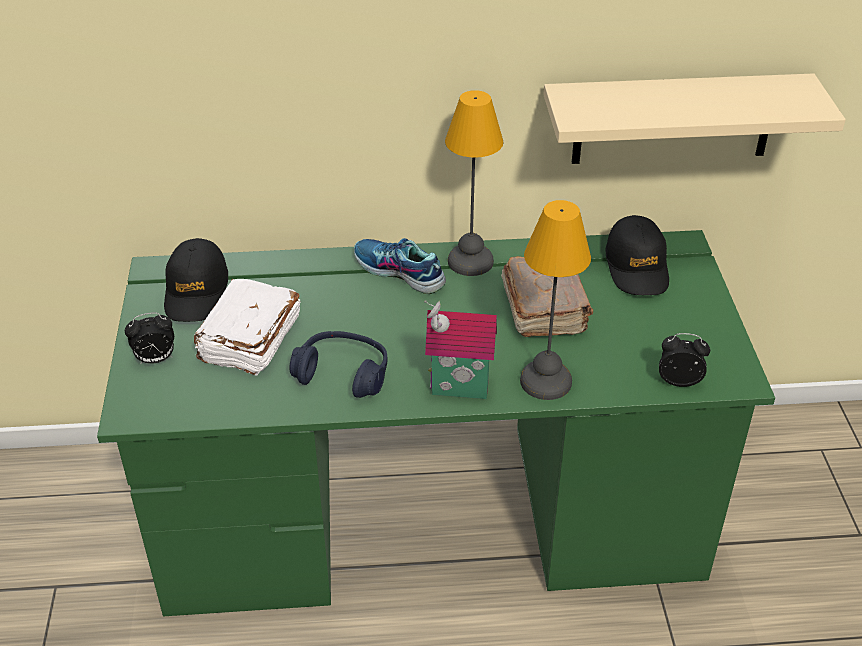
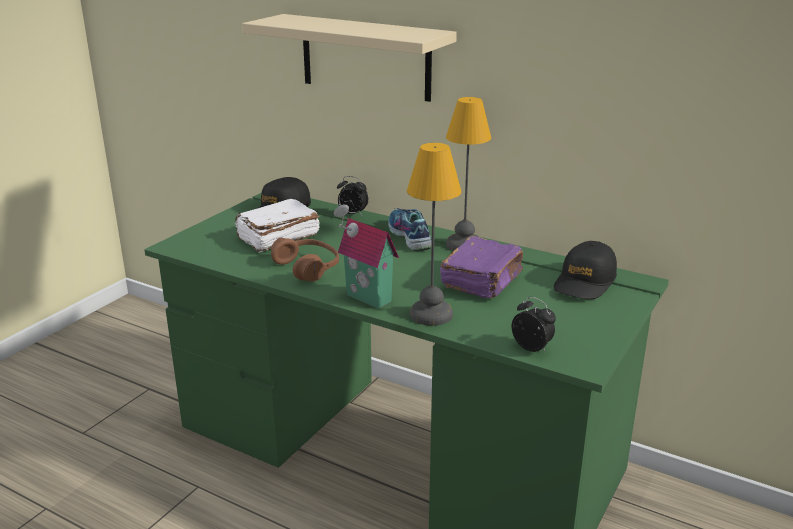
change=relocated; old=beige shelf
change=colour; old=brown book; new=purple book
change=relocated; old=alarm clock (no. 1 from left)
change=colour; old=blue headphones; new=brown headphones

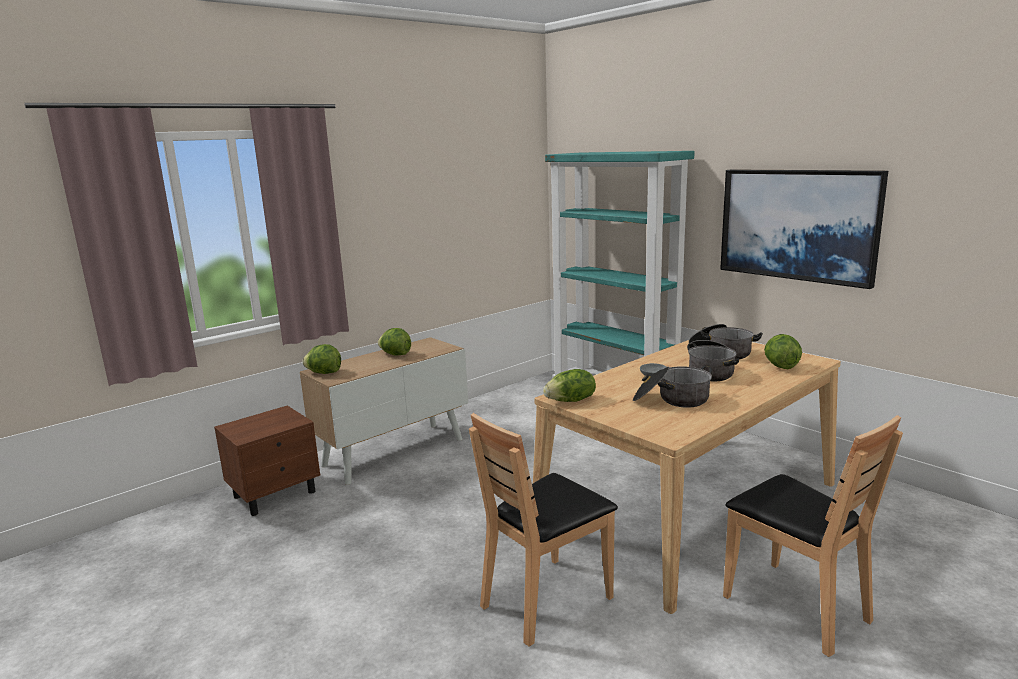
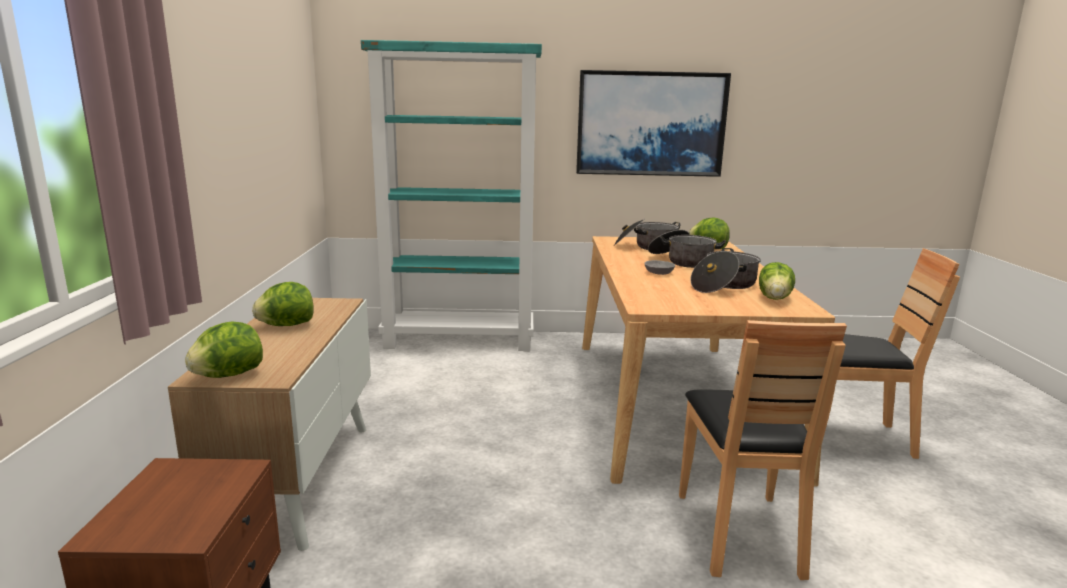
change=relocated; old=lettuce (no. 3 from left in the first image); new=lettuce (no. 4 from left)

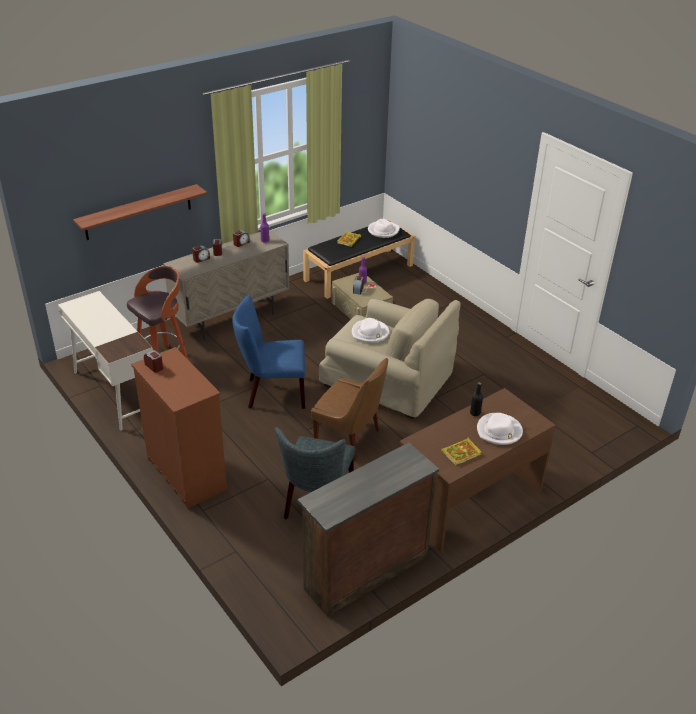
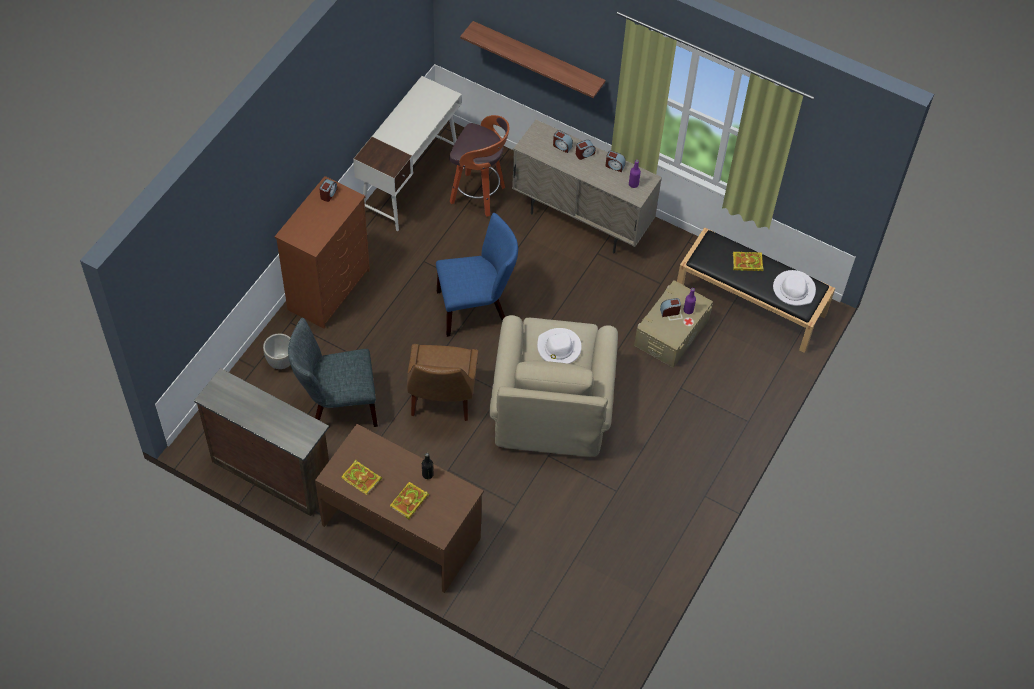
change=spun; old=blue chair; degrees=105
change=exchanged; old=white hat (no. 3 from left); new=book (no. 2 from left)
change=appeared; new=planter

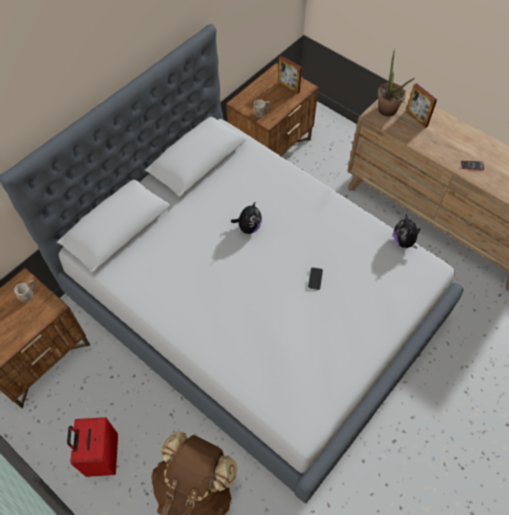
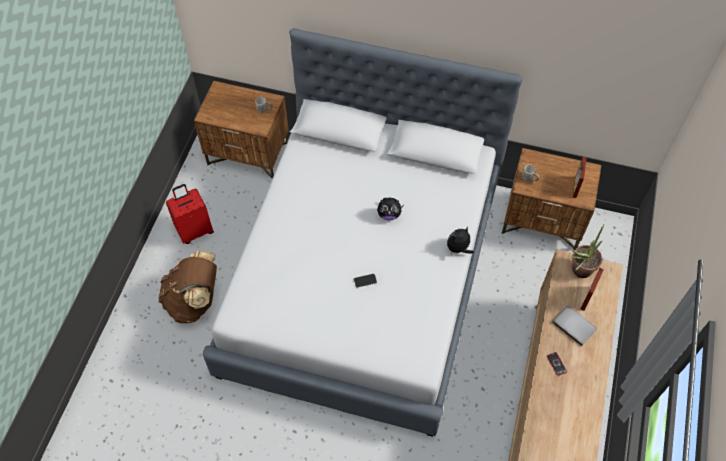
change=relocated; old=plush toy (no. 2 from left)
change=appeared; new=grey book

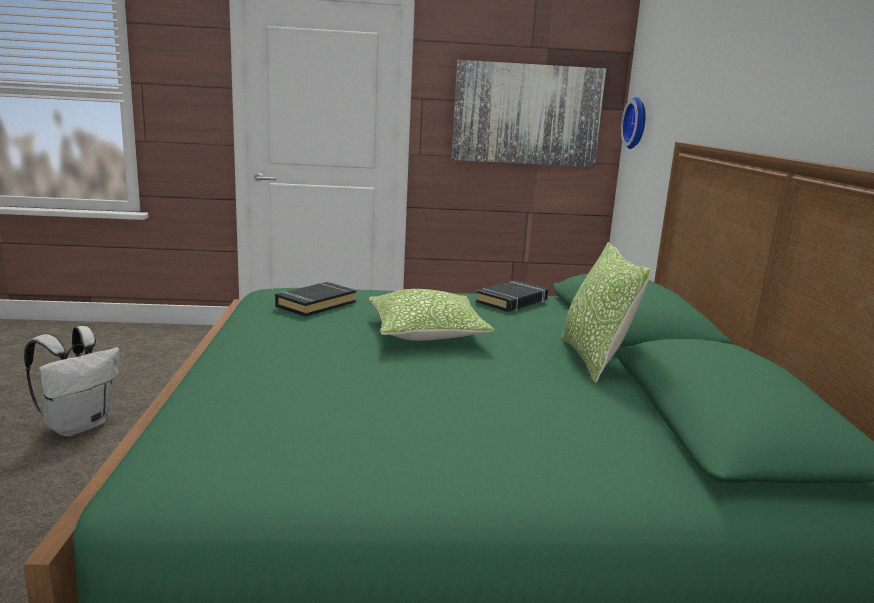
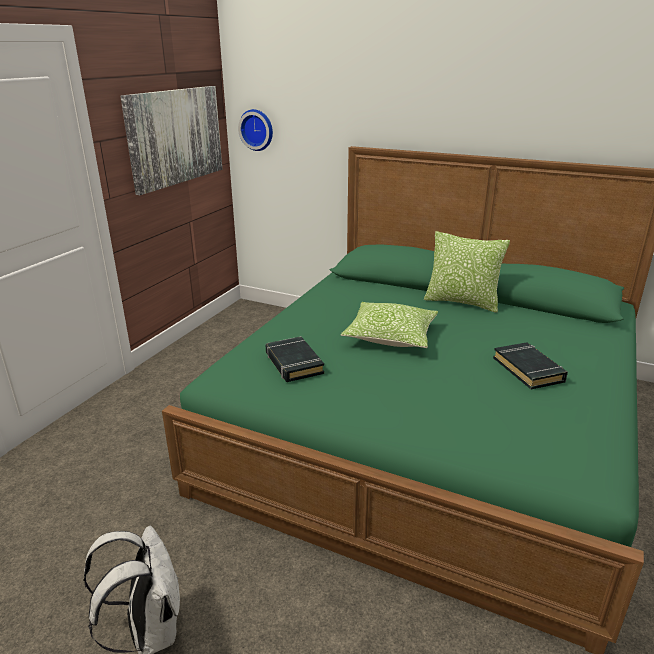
change=relocated; old=black book (no. 2 from left)

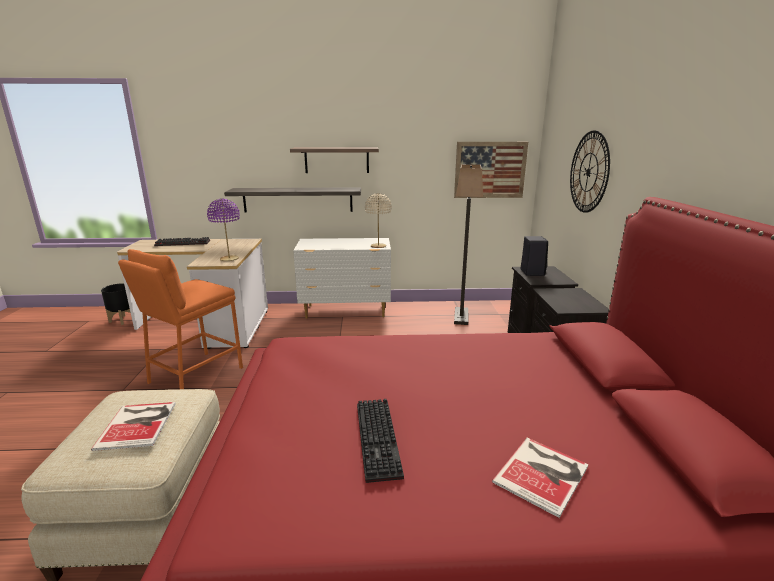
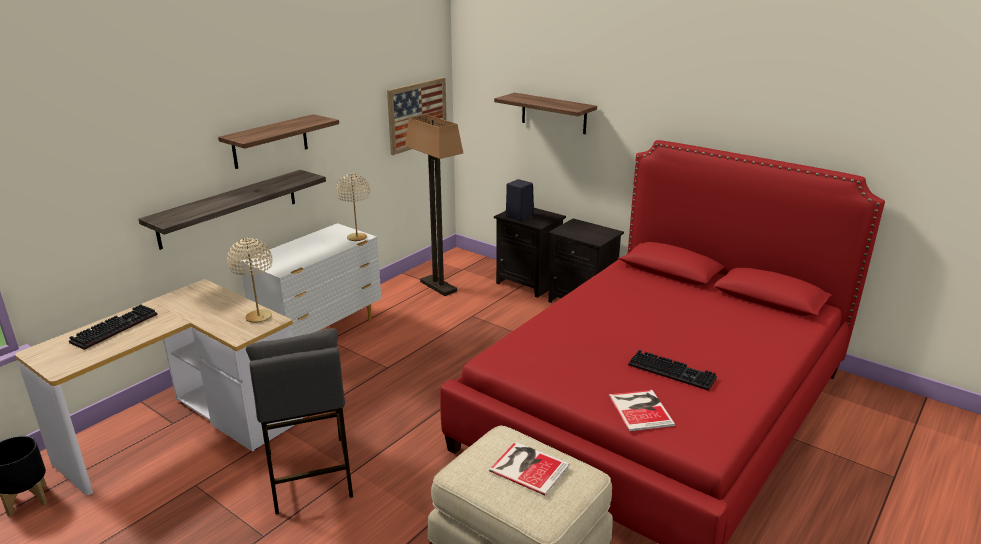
change=exchanged; old=wall clock; new=shelf (no. 3 from left)
change=colour; old=purple table lamp; new=beige table lamp (no. 1 from left)
change=colour; old=orange stool; new=grey stool
change=relocated; old=book (no. 2 from left)

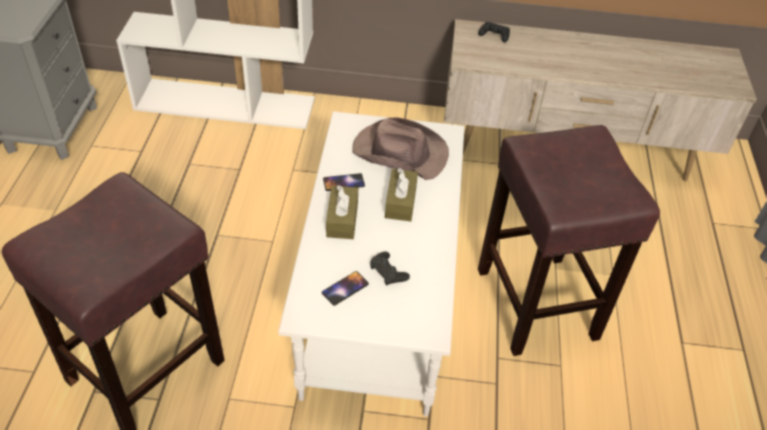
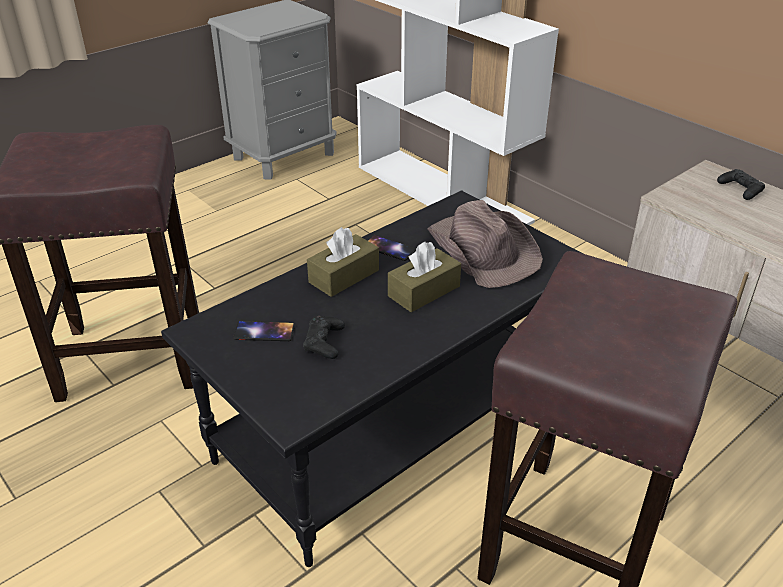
change=colour; old=white coffee table; new=black coffee table

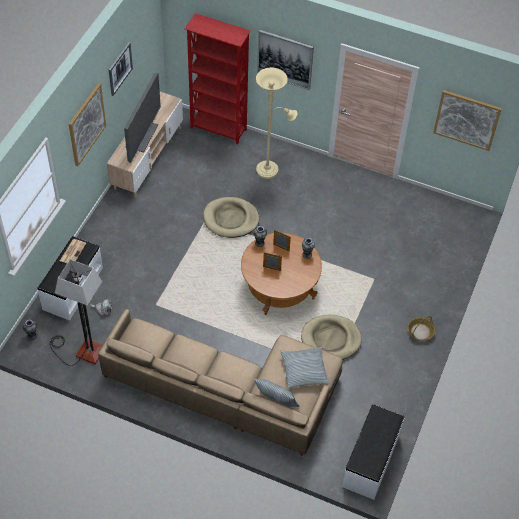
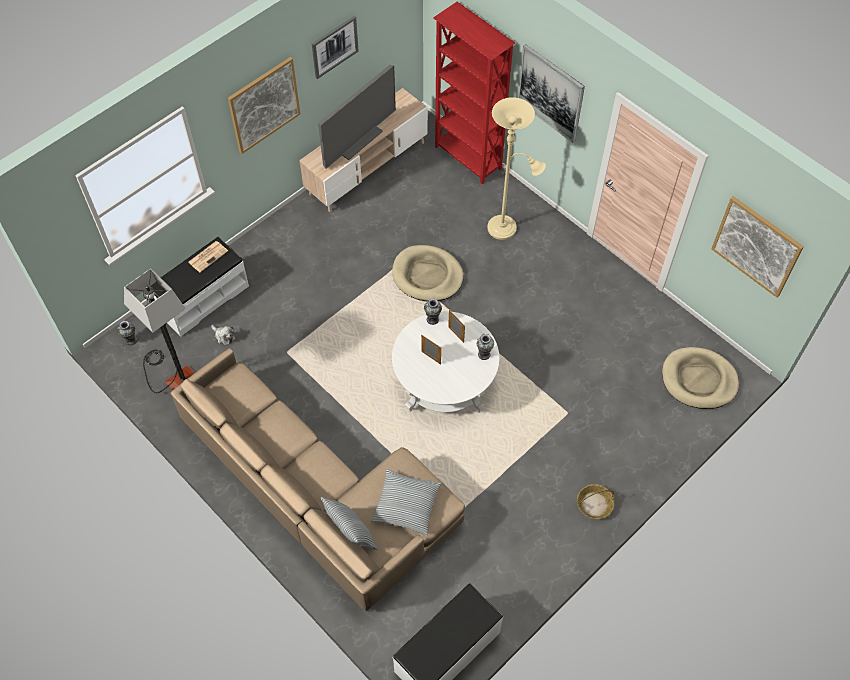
change=colour; old=brown coffee table; new=white coffee table
change=relocated; old=beige dog bed (no. 2 from left)

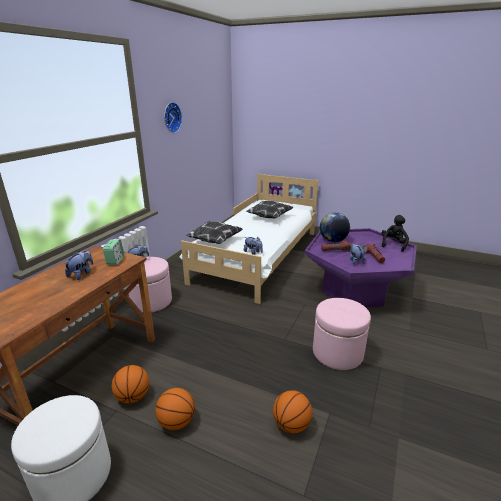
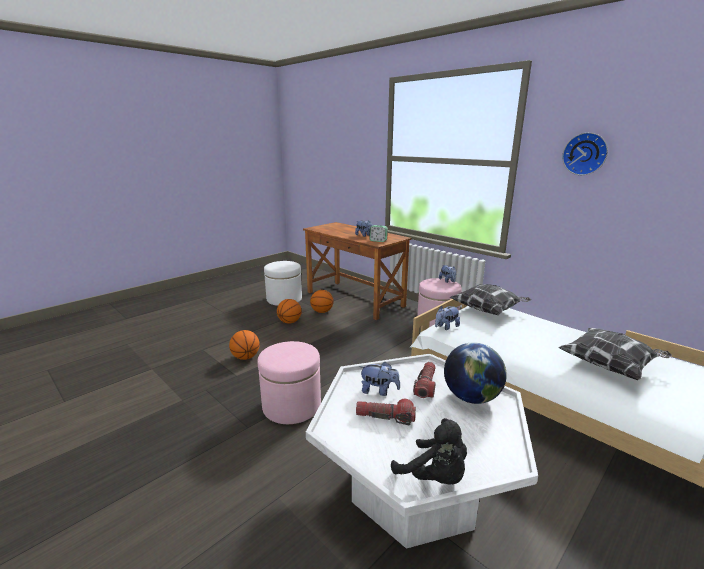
change=colour; old=purple coffee table; new=white coffee table

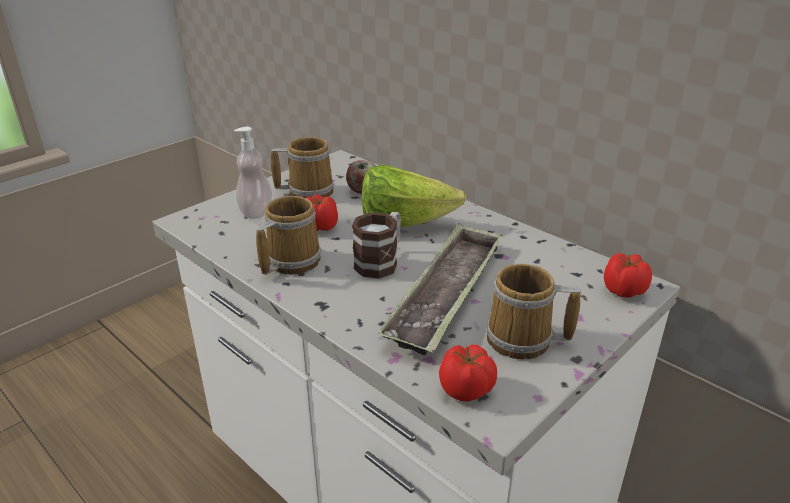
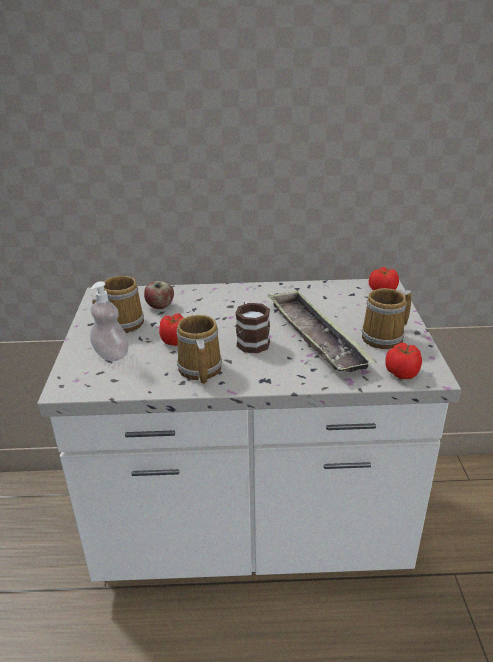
change=missing; old=lettuce

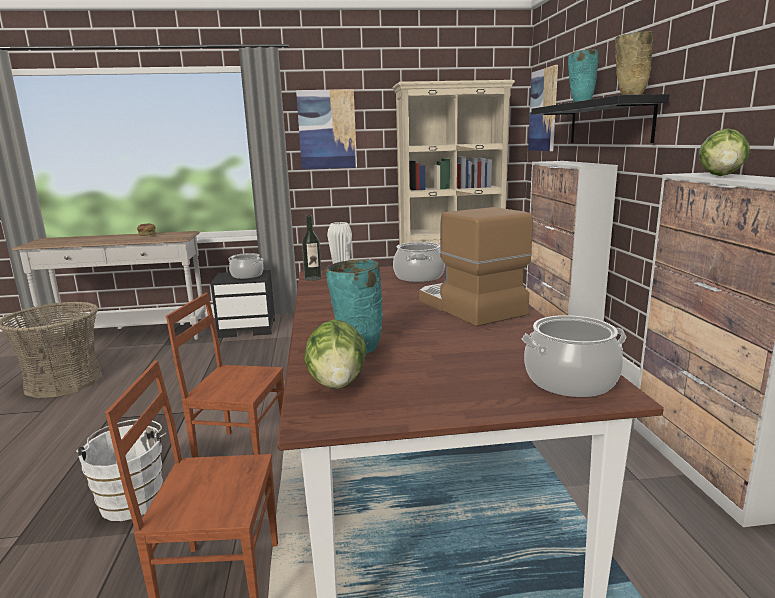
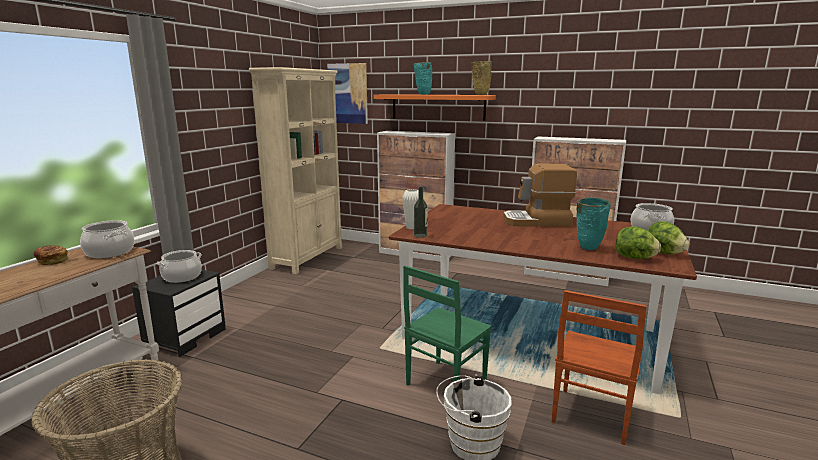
change=missing; old=picture (no. 1 from left)
change=colour; old=black shelf; new=orange shelf
change=relocated; old=lettuce (no. 2 from left)
change=relocated; old=cooking pot (no. 2 from left in the first image); new=cooking pot (no. 1 from left)
change=colour; old=brown chair (no. 2 from left); new=green chair

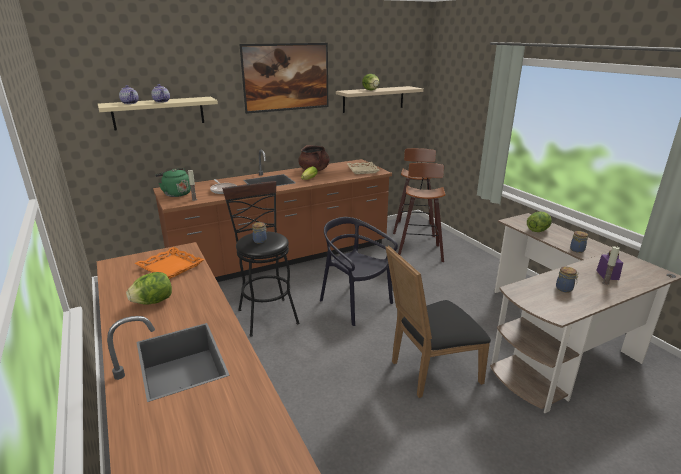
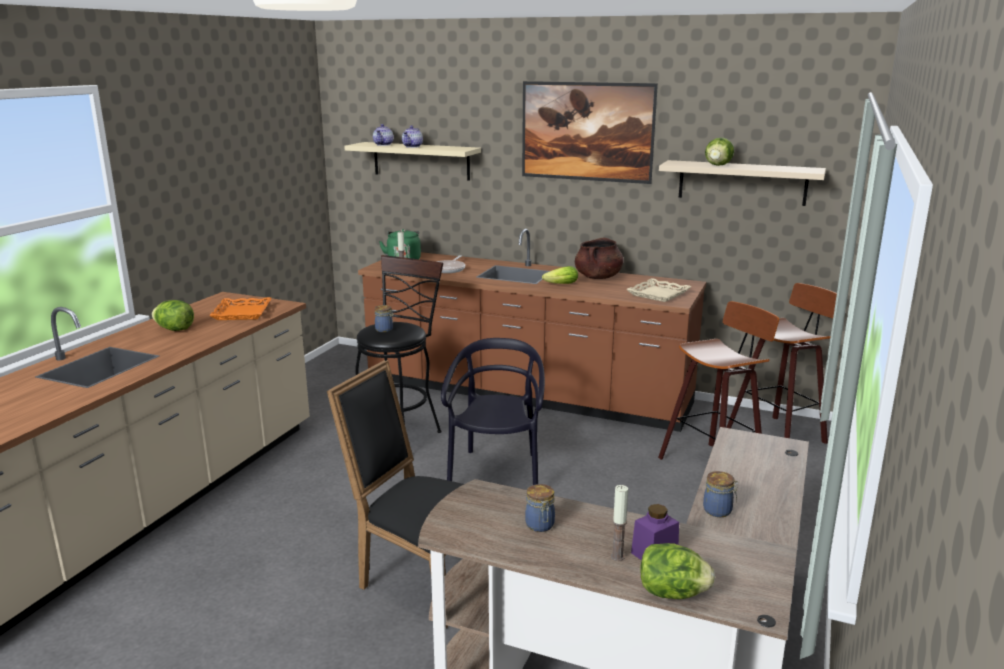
change=relocated; old=lettuce (no. 4 from left in the first image); new=lettuce (no. 3 from left)

